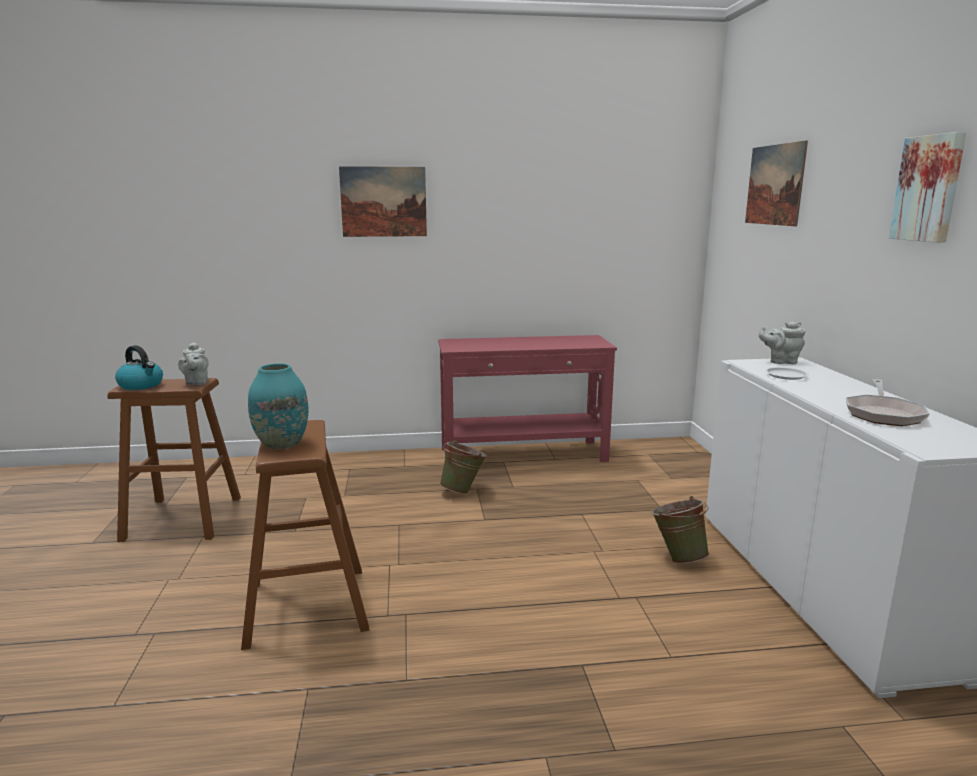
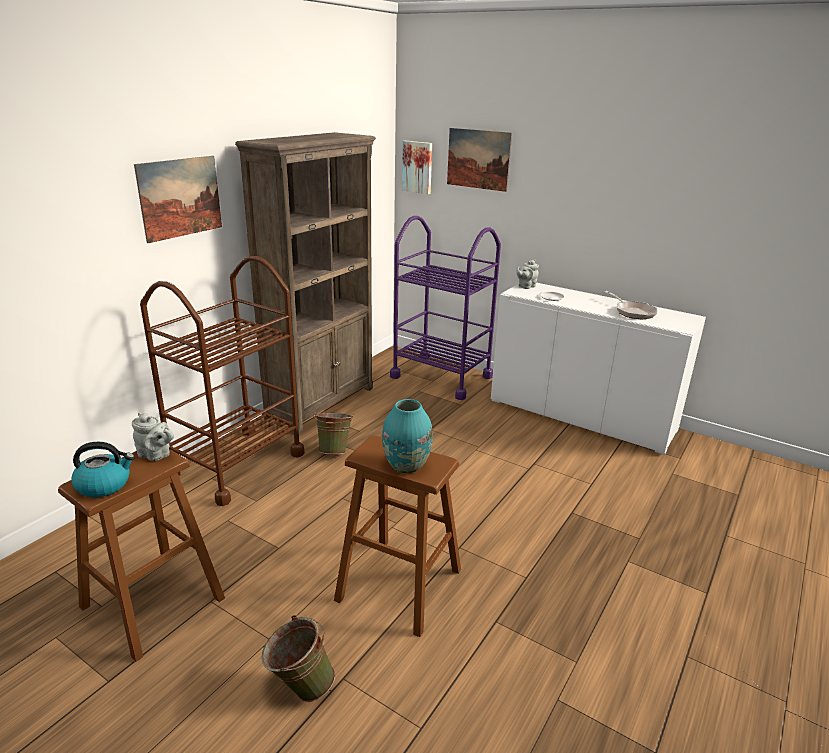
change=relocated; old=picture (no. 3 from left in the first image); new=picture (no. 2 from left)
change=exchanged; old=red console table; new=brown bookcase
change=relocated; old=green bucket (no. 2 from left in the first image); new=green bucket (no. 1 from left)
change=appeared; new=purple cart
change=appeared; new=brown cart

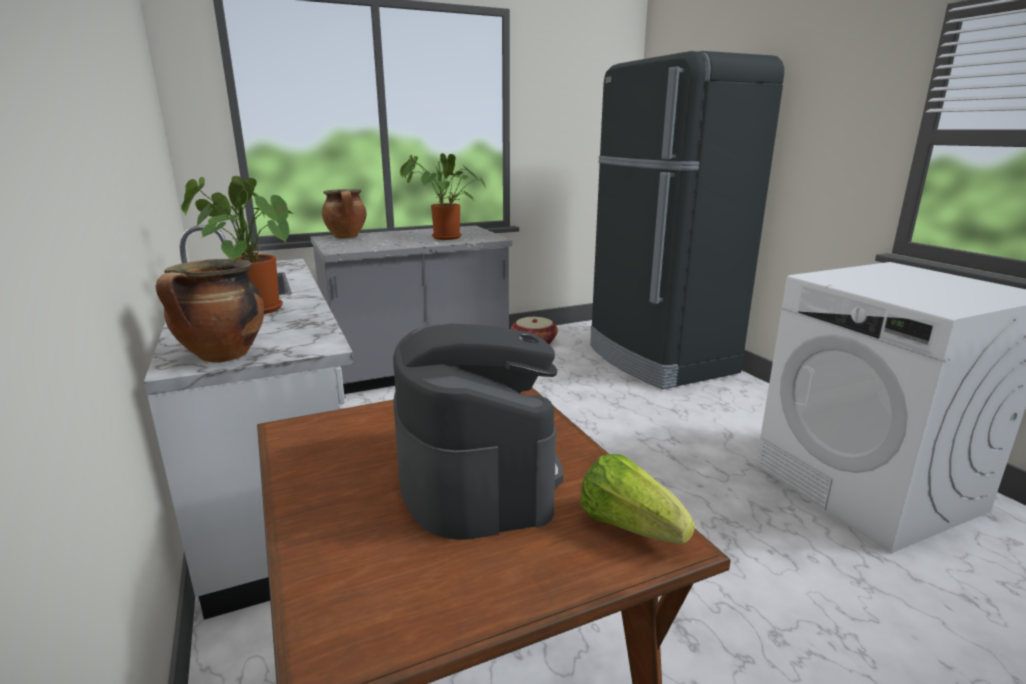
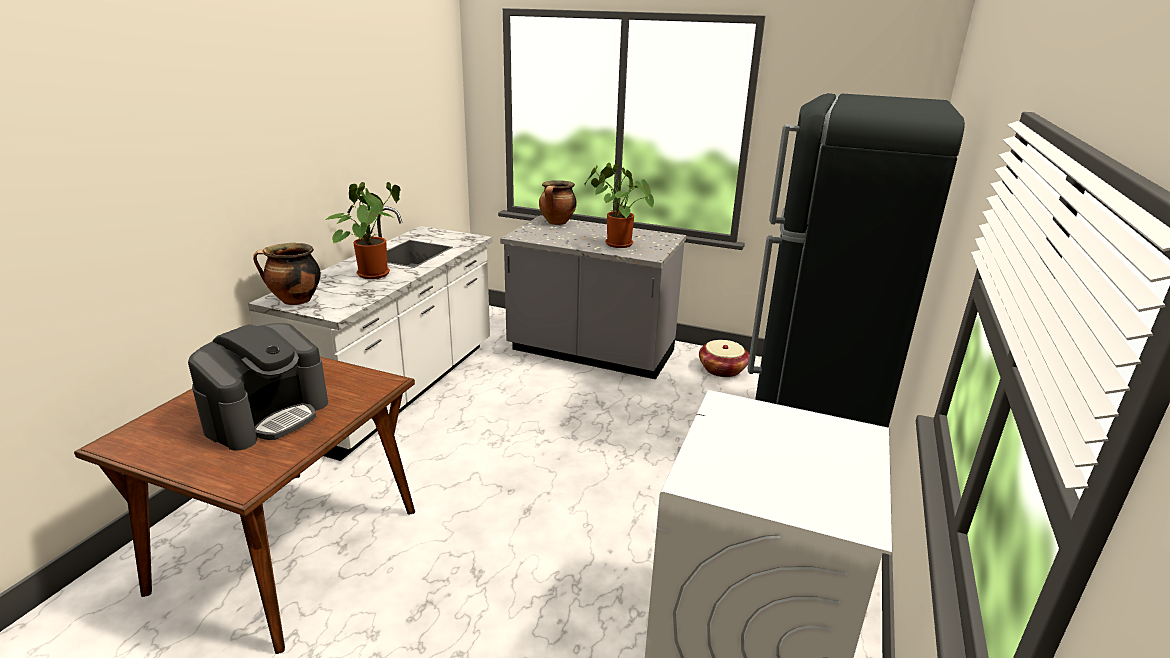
change=missing; old=lettuce

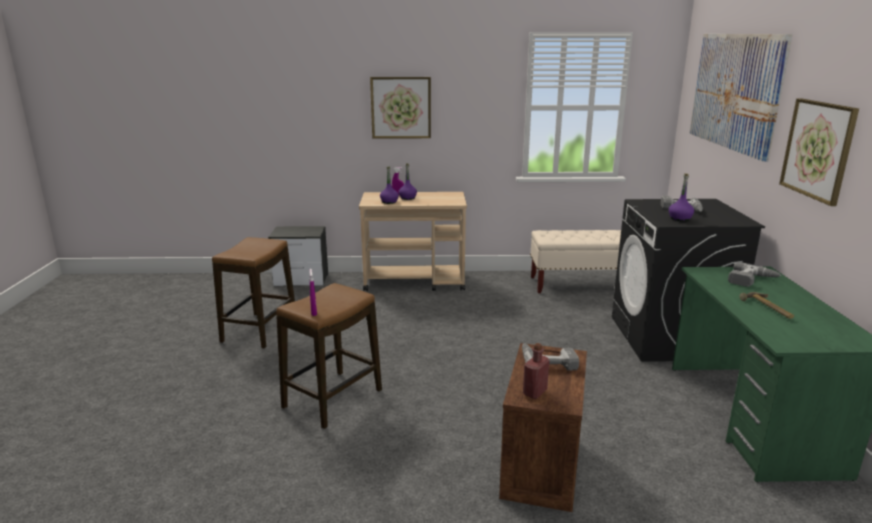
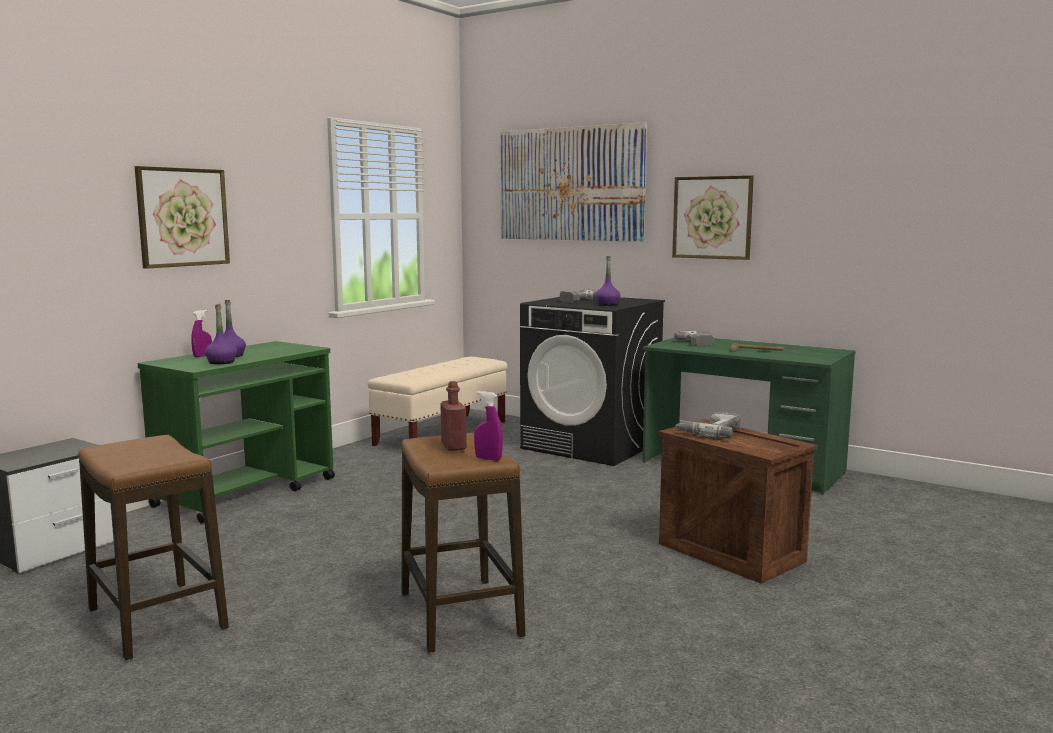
change=colour; old=beige cart; new=green cart
change=relocated; old=red bottle

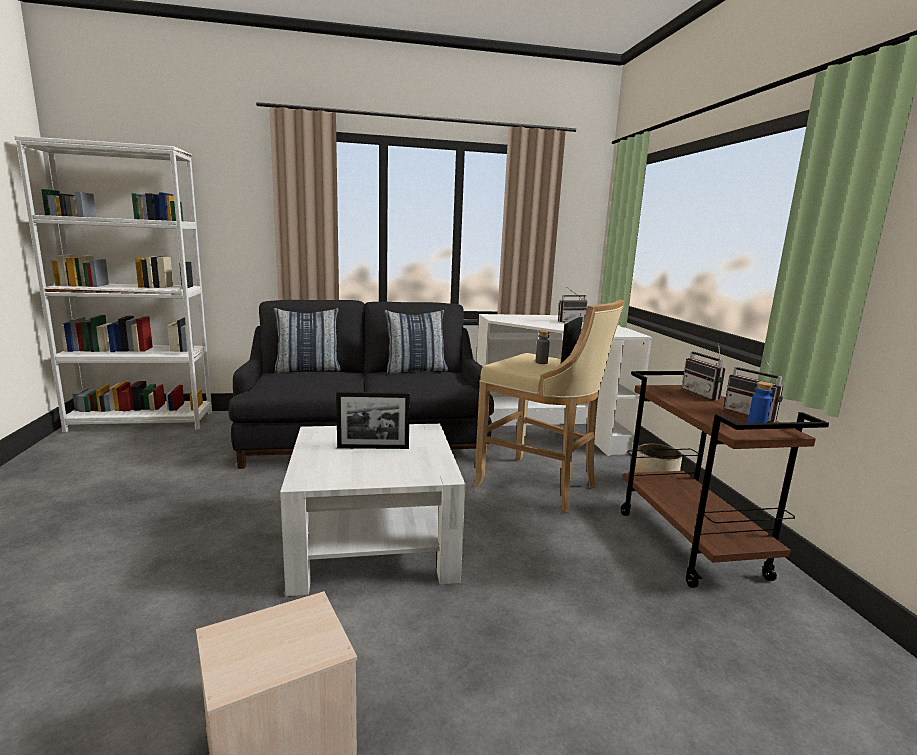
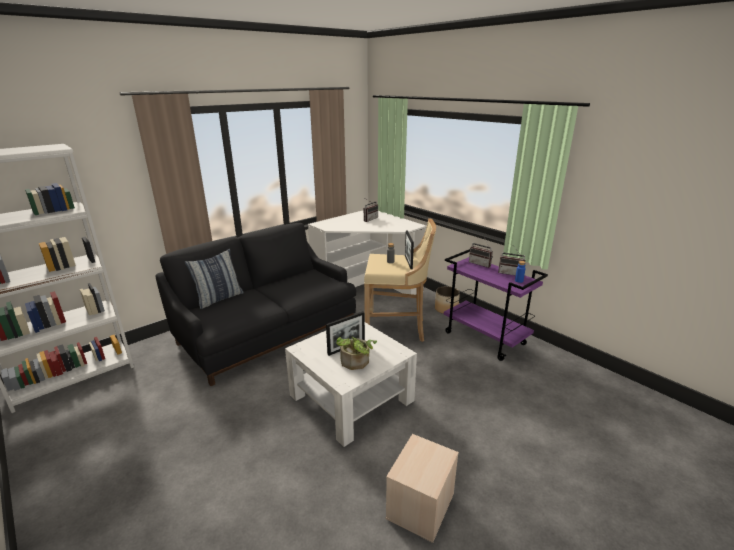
change=missing; old=pillow (no. 2 from left)
change=colour; old=brown cart; new=purple cart
change=appeared; new=potted plant

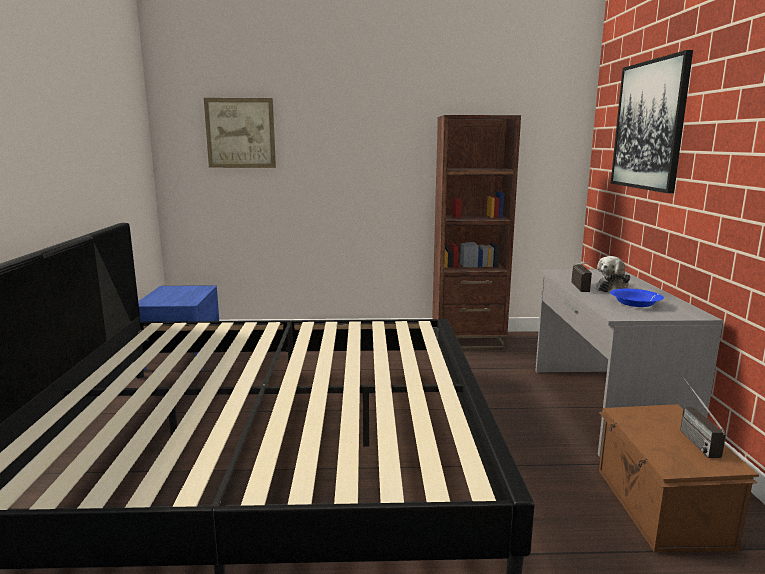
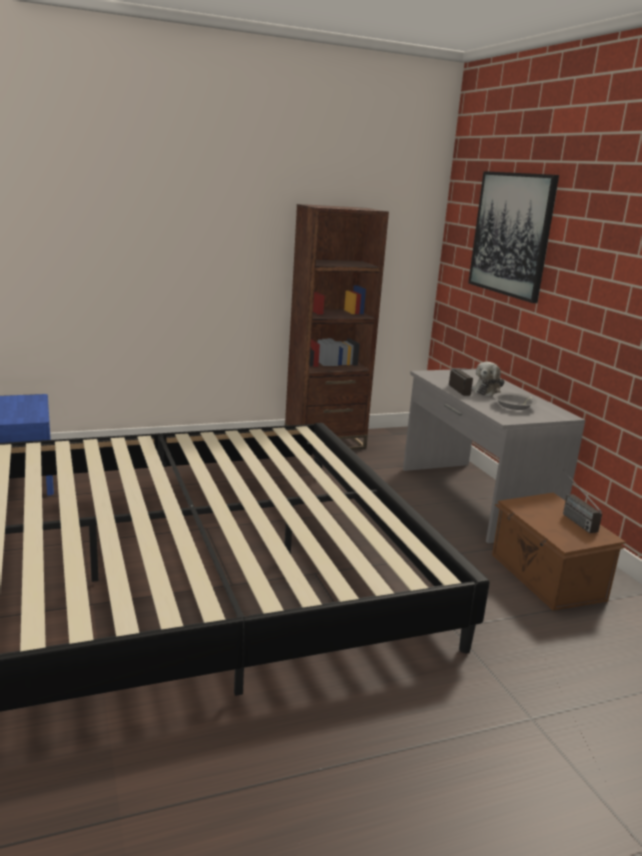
change=missing; old=picture (no. 1 from left)
change=colour; old=blue bowl; new=grey bowl

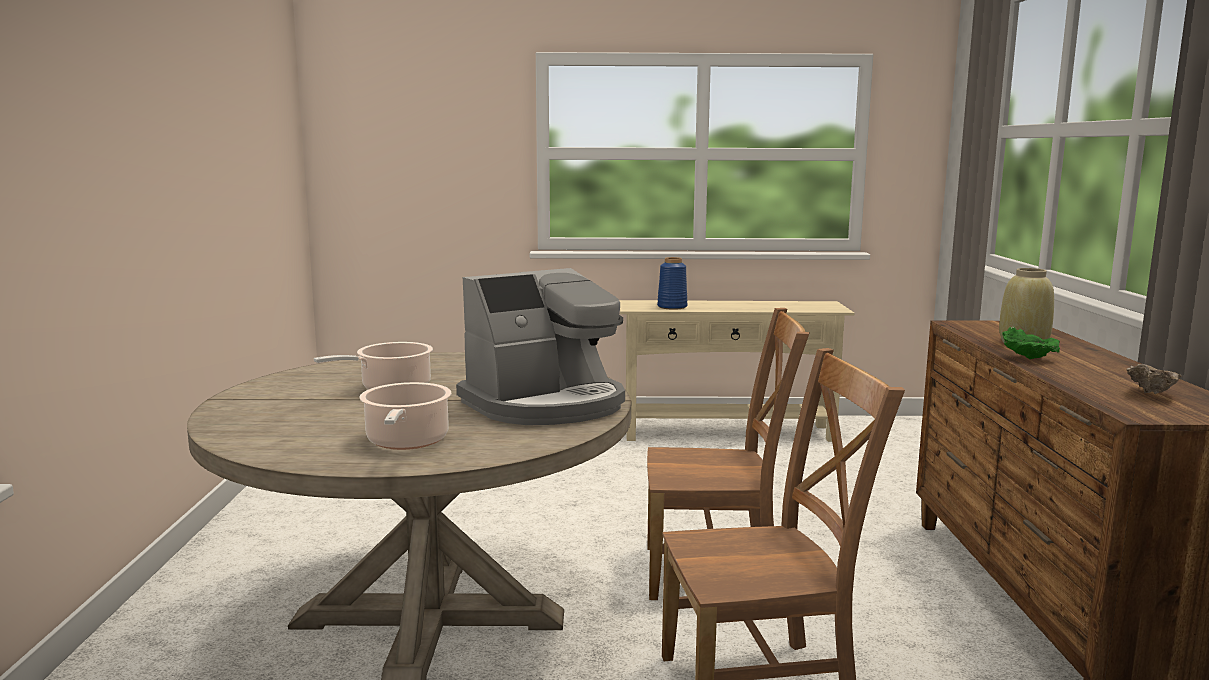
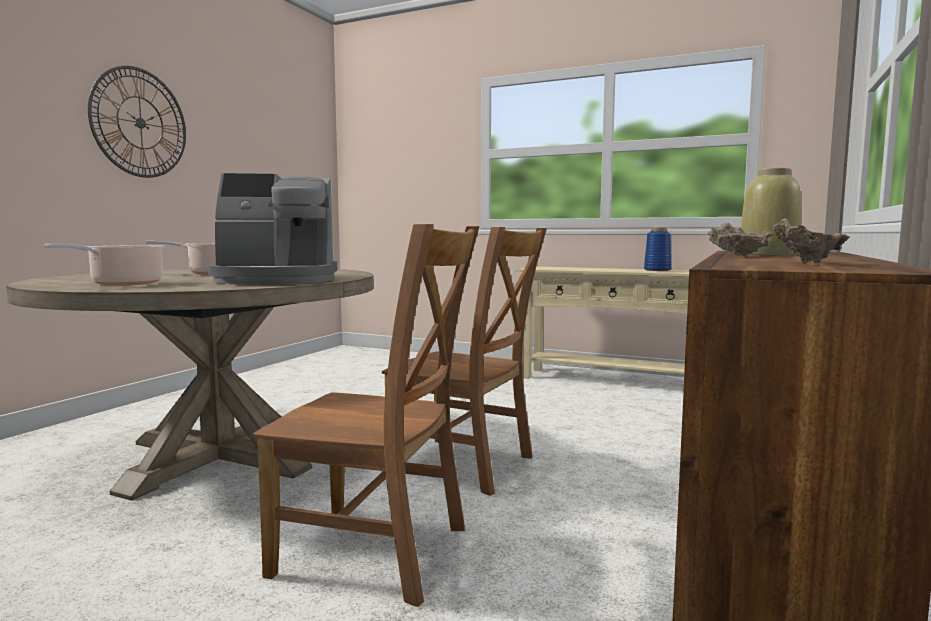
change=relocated; old=blue vase
change=colour; old=green bowl; new=beige bowl (no. 1 from left)
change=appeared; new=wall clock

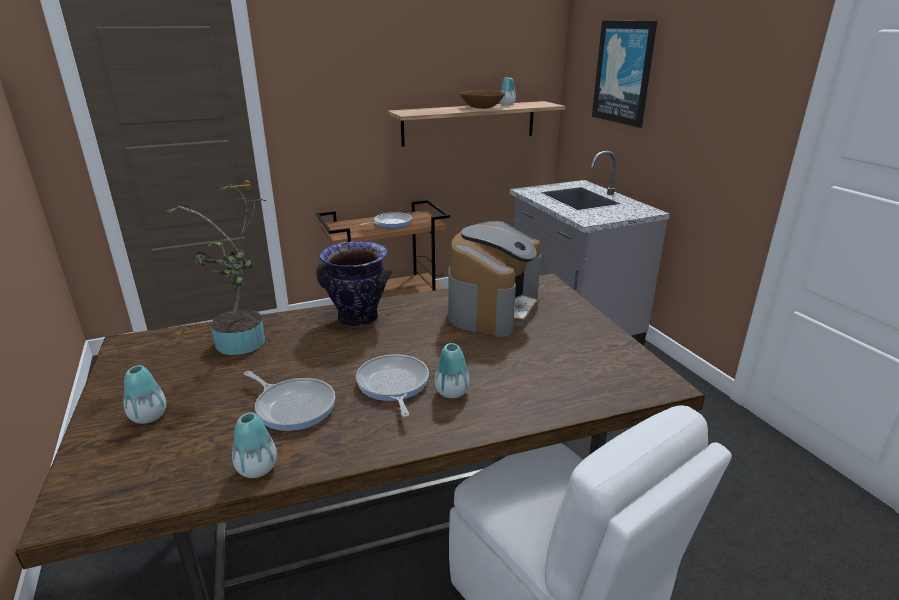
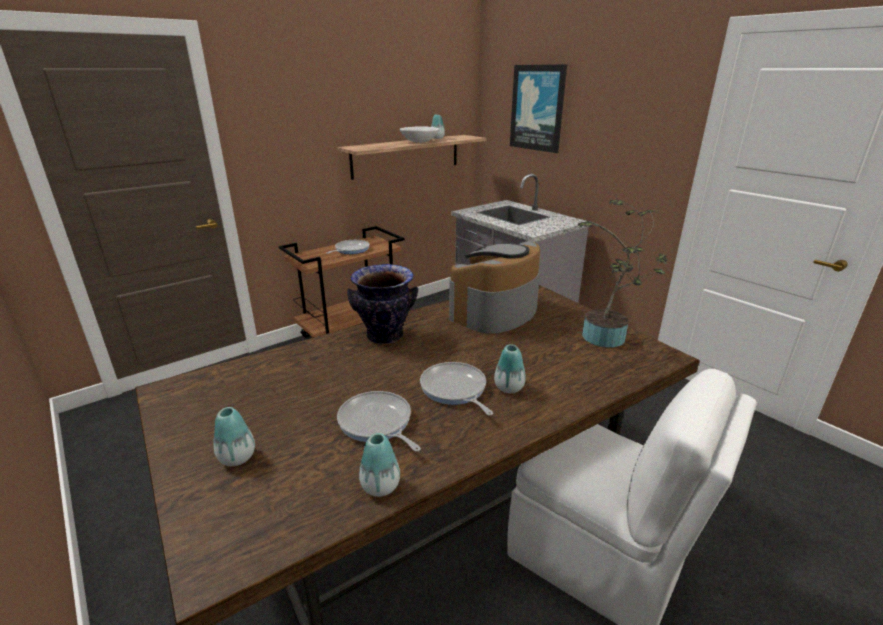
change=colour; old=brown bowl; new=white bowl
change=relocated; old=potted plant
change=spun; old=coffee machine; degrees=-150
change=spun; old=frying pan (no. 1 from left in the first image); degrees=-150

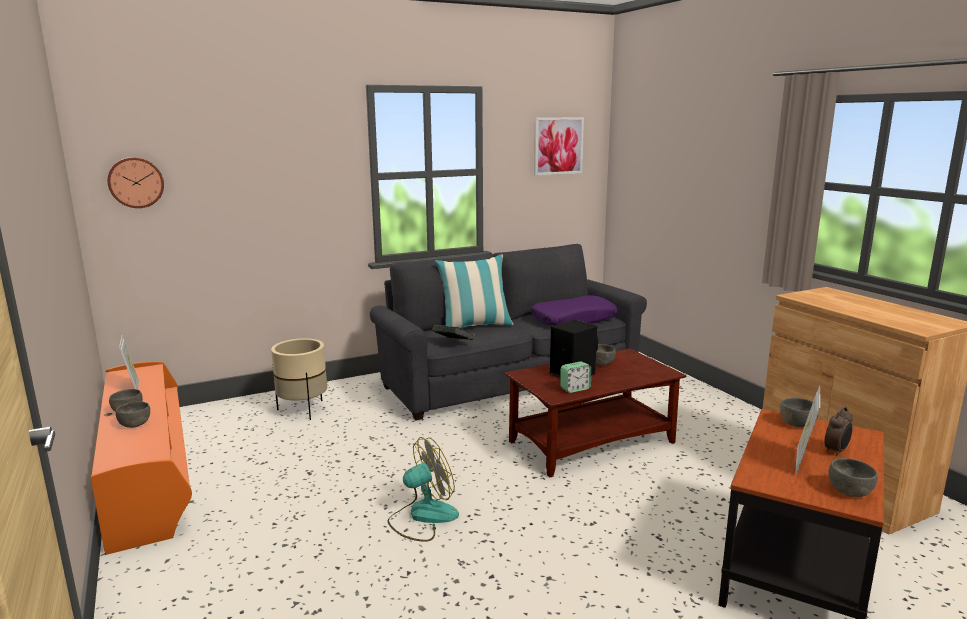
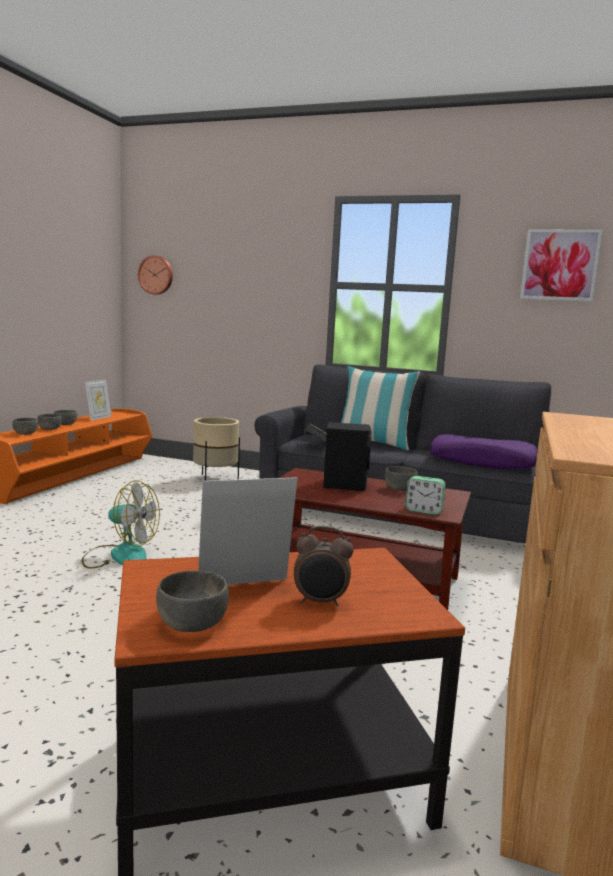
change=relocated; old=alarm clock (no. 1 from left in the first image); new=alarm clock (no. 2 from left)
change=relocated; old=grey bowl (no. 4 from left in the first image); new=grey bowl (no. 1 from left)

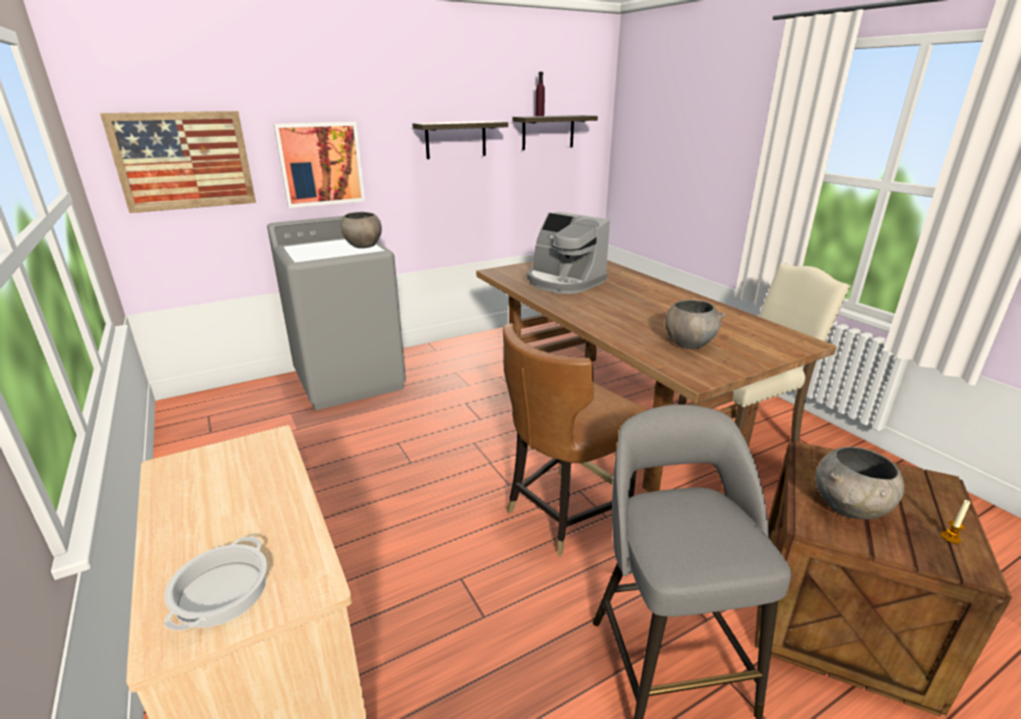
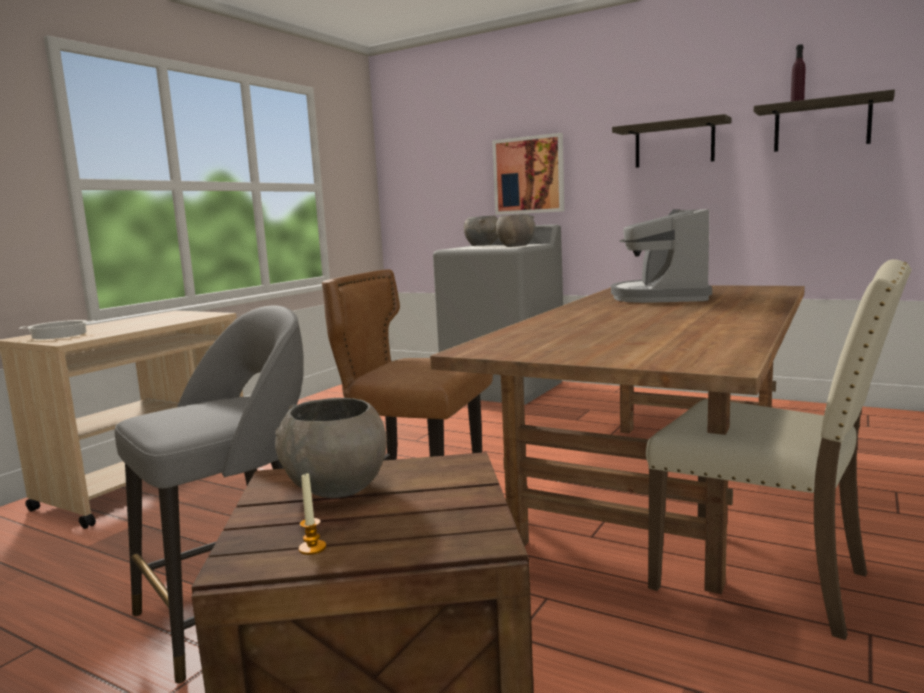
change=missing; old=picture (no. 1 from left)
change=relocated; old=grey bowl (no. 2 from left)

